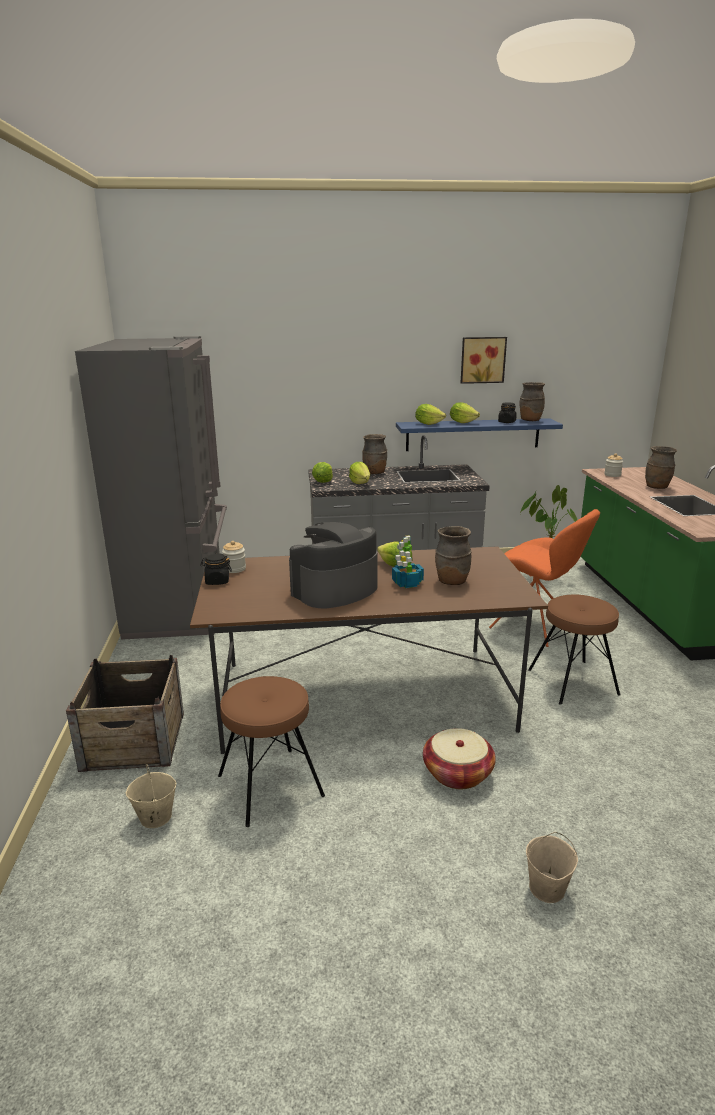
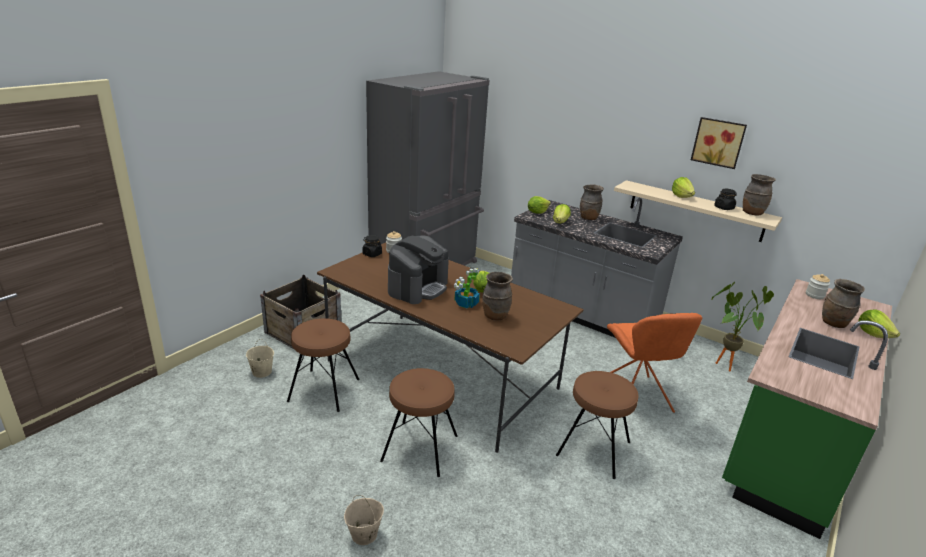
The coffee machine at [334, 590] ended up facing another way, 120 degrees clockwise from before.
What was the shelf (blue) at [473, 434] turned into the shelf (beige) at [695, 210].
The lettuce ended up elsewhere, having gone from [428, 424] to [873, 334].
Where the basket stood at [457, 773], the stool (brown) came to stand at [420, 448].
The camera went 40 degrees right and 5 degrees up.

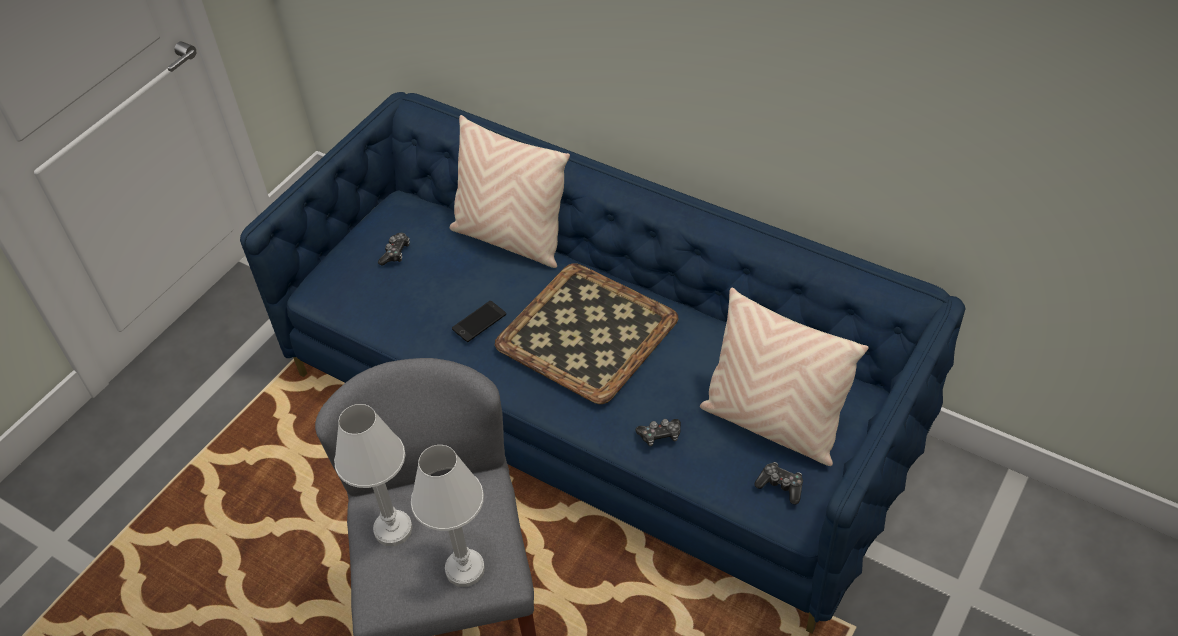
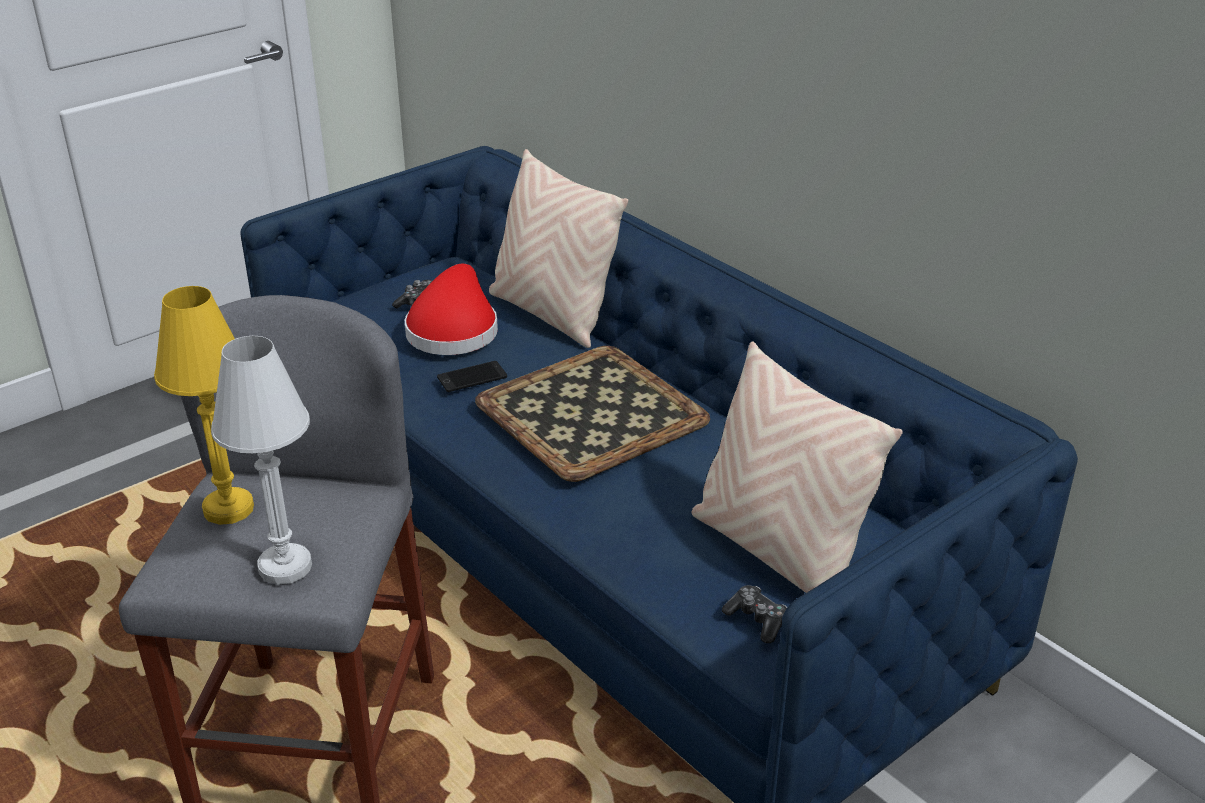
What was the table lamp (white) at [393, 529] turned into the table lamp (yellow) at [228, 508].
The second view lost the game controller at [660, 435].
The second view gained the hat (red) at [453, 329].
The camera went 15 degrees right and 15 degrees down.

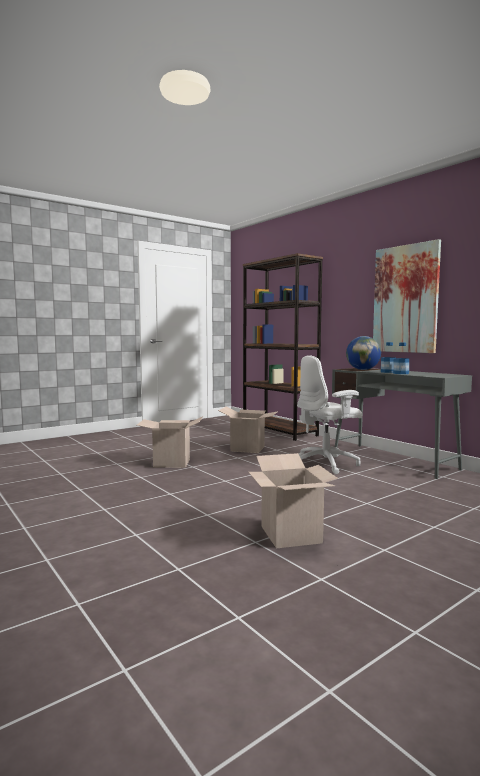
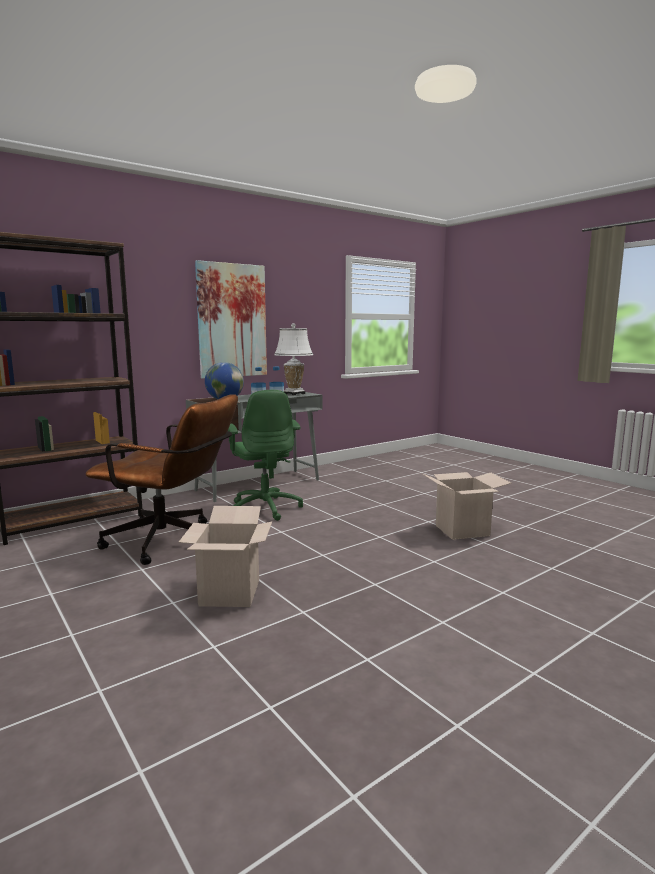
Where the cardboard box stood at [247, 449], the office chair (brown) came to stand at [171, 542].
What was the office chair (white) at [326, 464] turned into the office chair (green) at [265, 508].
The second view gained the table lamp (white) at [294, 394].
The camera went 90 degrees left and 5 degrees up.

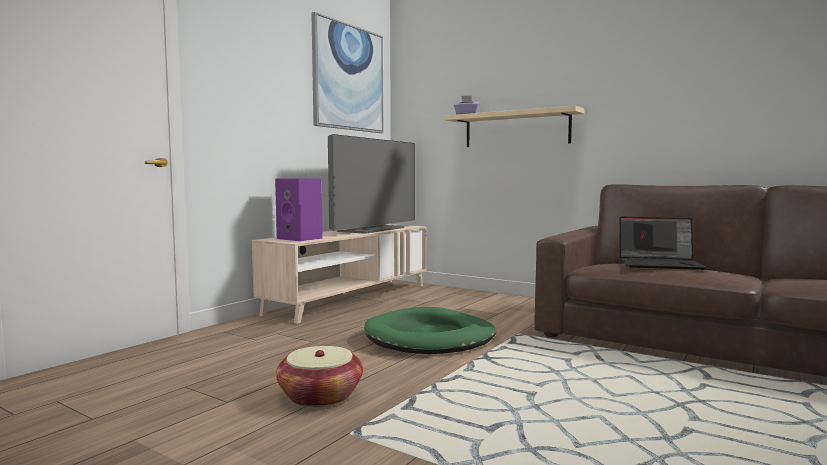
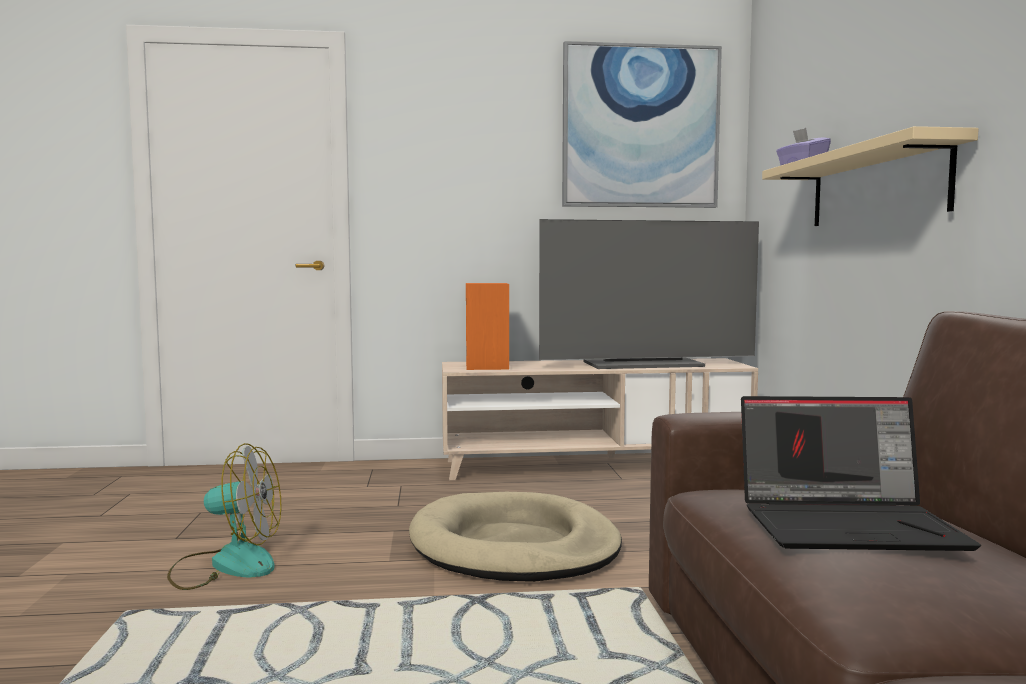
What was the speaker (purple) at [301, 238] turned into the speaker (orange) at [488, 366].
Where the basket stood at [320, 396], the fan came to stand at [227, 564].
What was the dog bed (green) at [430, 337] turned into the dog bed (beige) at [514, 546].
The laptop at [660, 264] ended up facing another way, 60 degrees counterclockwise from before.
The camera went 50 degrees right and 0 degrees up.

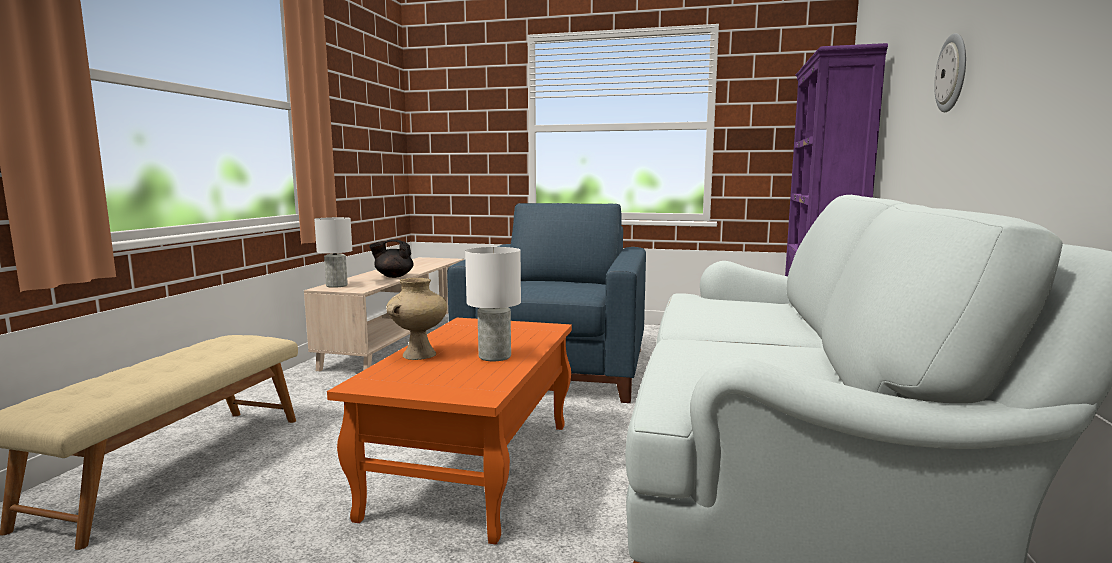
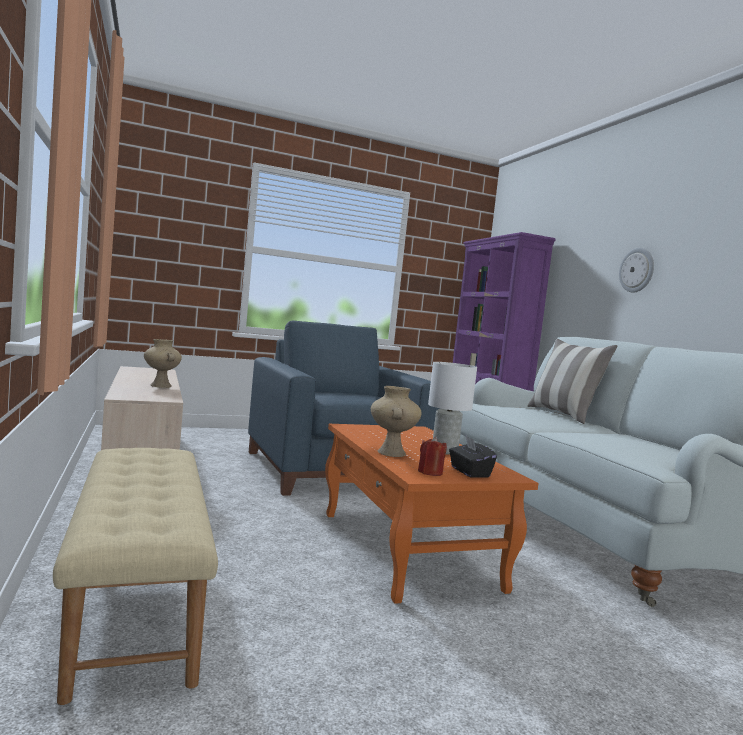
The second view lost the table lamp (white) at [337, 285].
Where the teapot (black) stood at [393, 276], the vase (beige) came to stand at [160, 386].
The second view gained the candle (red) at [430, 472].
The second view gained the tissue box (black) at [469, 472].
The second view gained the pillow at [564, 415].
The camera went 35 degrees left and 5 degrees down.

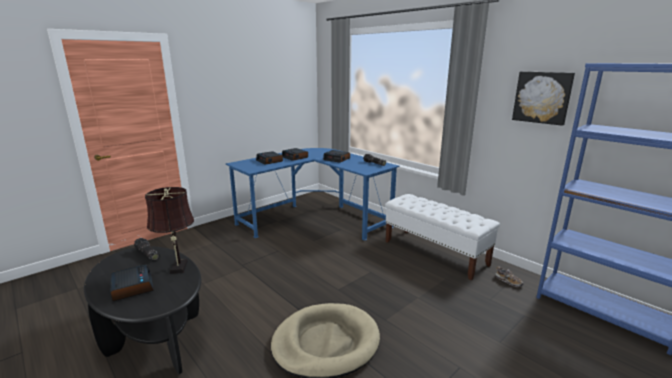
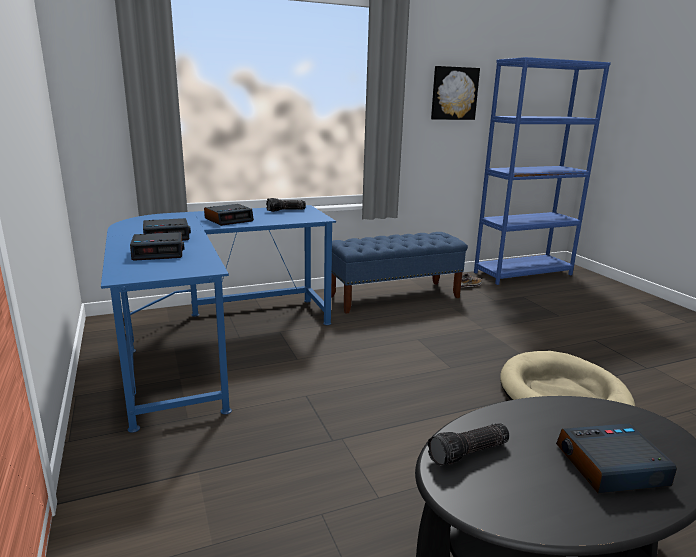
The second view lost the table lamp (brown) at [178, 268].
What was the bench (white) at [435, 253] turned into the bench (blue) at [394, 297].
The camera went 70 degrees left and 0 degrees up.

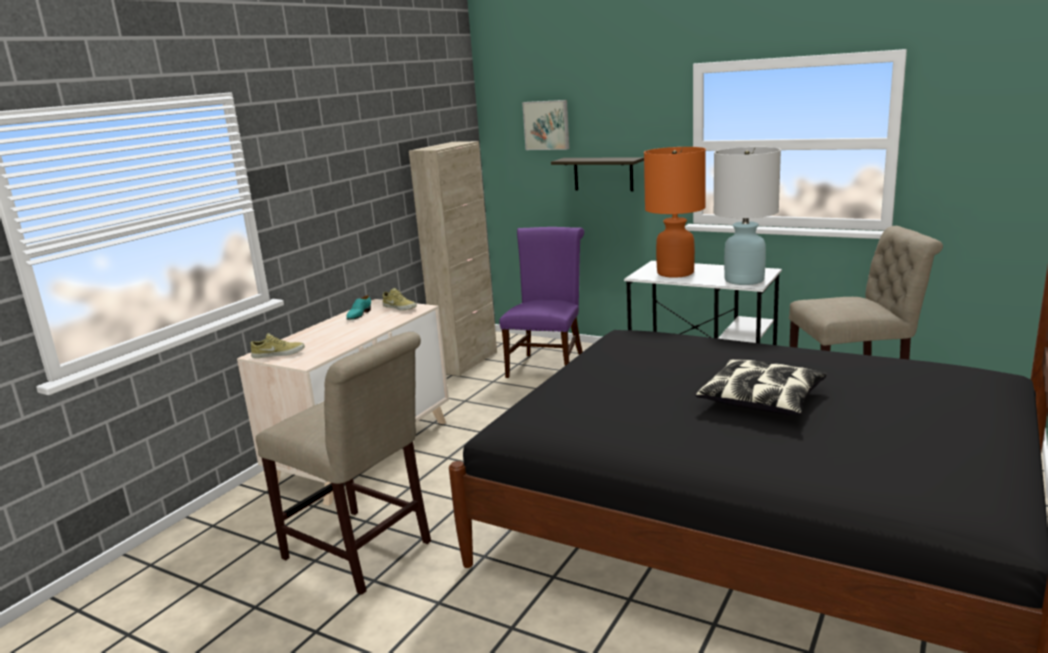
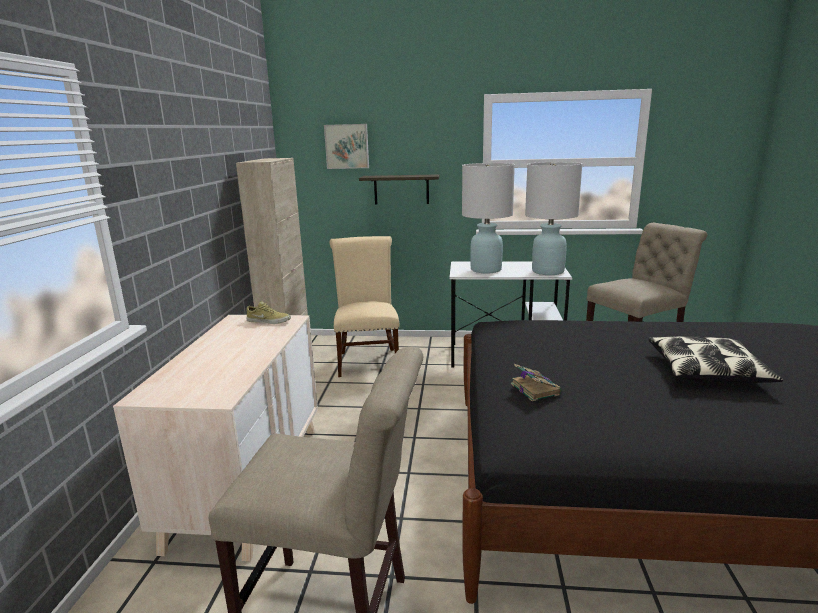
The second view lost the shoe (beige) at [279, 354].
The second view lost the shoe (turquoise) at [359, 315].
What was the chair (purple) at [548, 365] turned into the chair (beige) at [368, 360].
What was the table lamp (orange) at [675, 273] turned into the table lamp (white) at [485, 270].
The second view gained the book at [534, 388].
The camera went 25 degrees left and 0 degrees up.

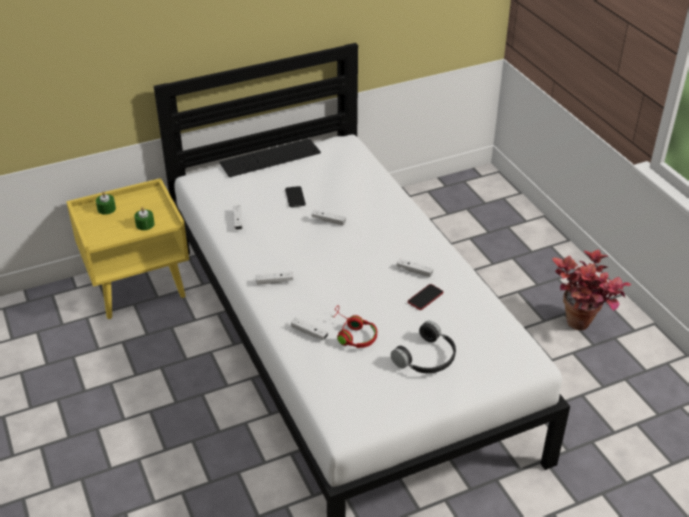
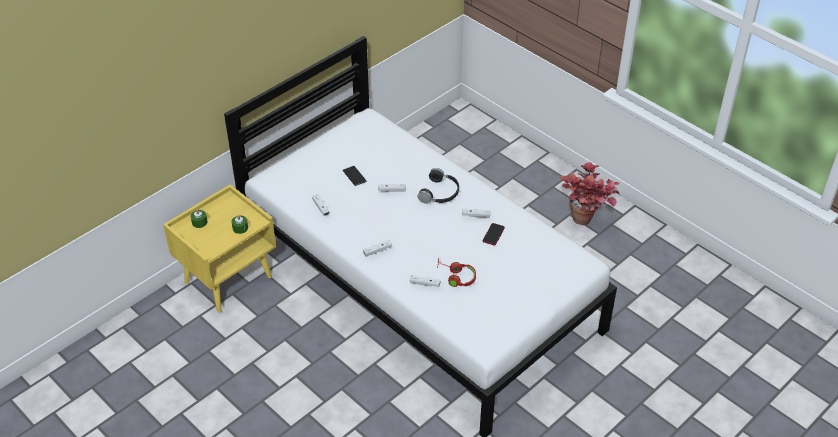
The second view lost the keyboard at [270, 158].
The headphones (black) ended up elsewhere, having gone from [427, 358] to [440, 193].
The camera went 20 degrees left and 5 degrees up.

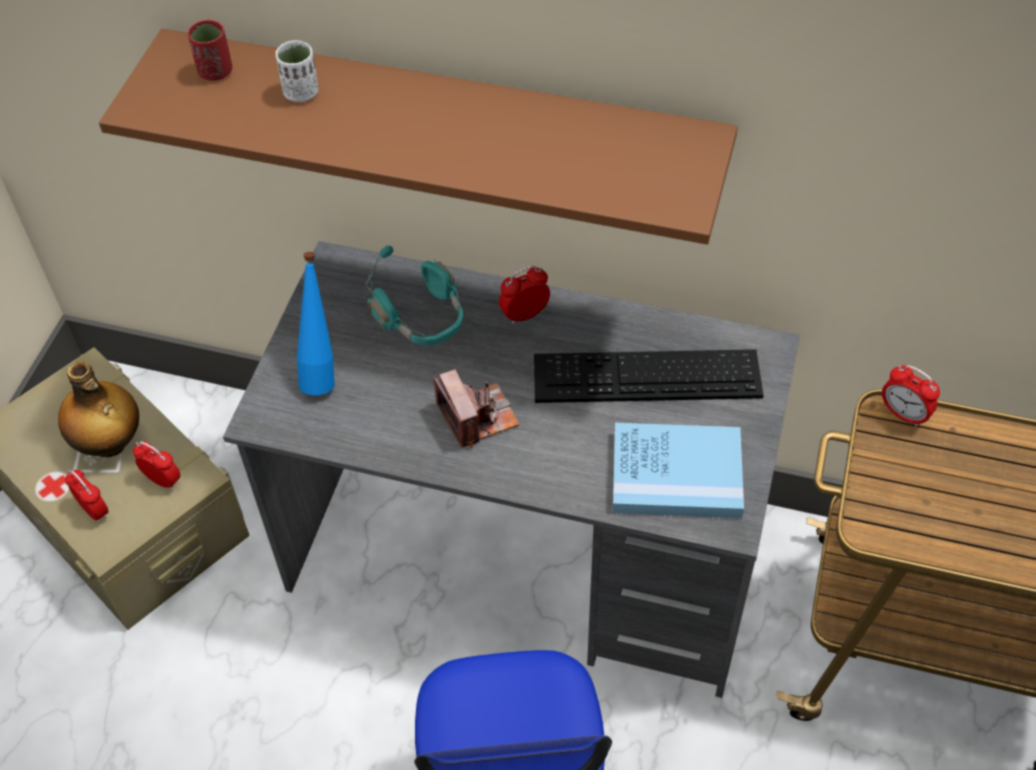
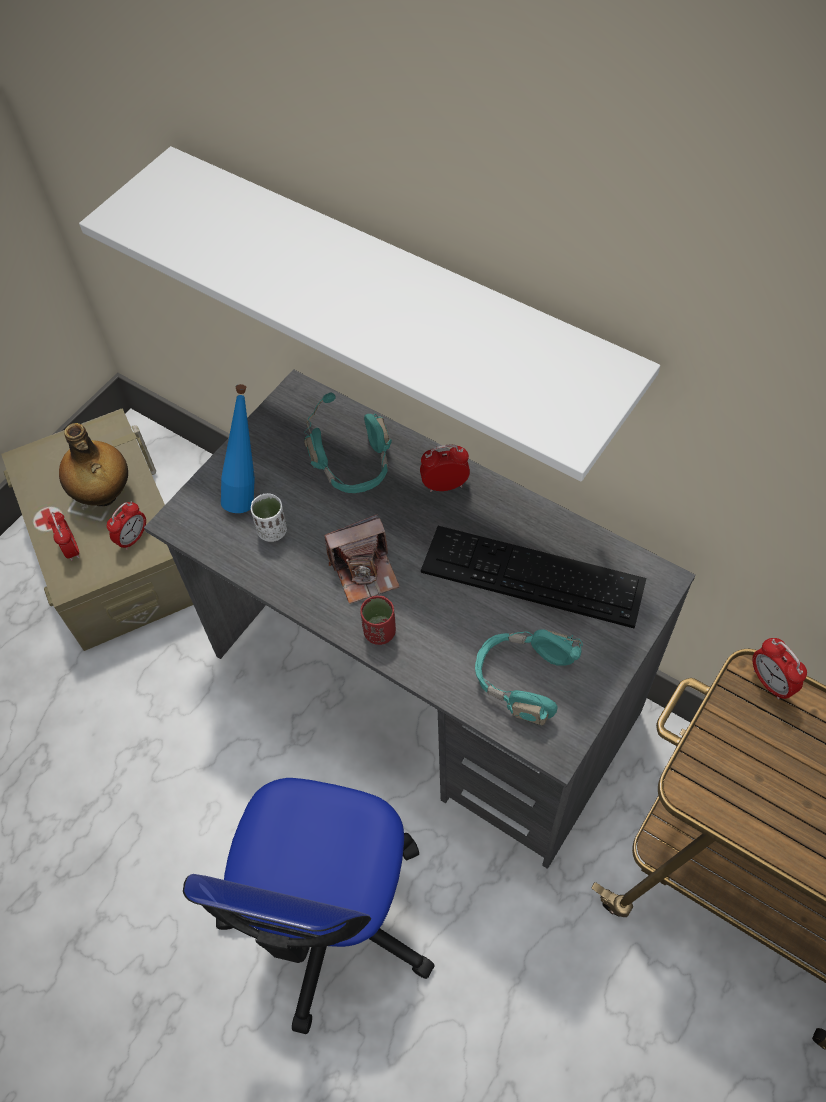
What was the shelf (brown) at [442, 120] turned into the shelf (white) at [396, 289].
The alarm clock at [163, 480] ended up facing another way, 75 degrees clockwise from before.
The cup (red) ended up elsewhere, having gone from [216, 72] to [380, 632].
The cup (white) ended up elsewhere, having gone from [301, 93] to [272, 531].
The photo camera at [477, 416] ended up facing another way, 75 degrees clockwise from before.
Where the book (blue) stood at [676, 474], the headphones (turquoise) came to stand at [523, 679].
The camera went 20 degrees right and 5 degrees up.

